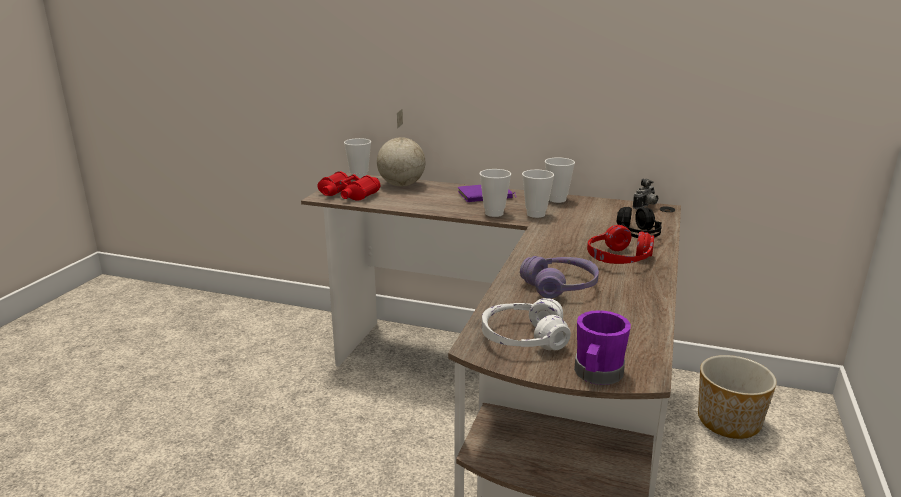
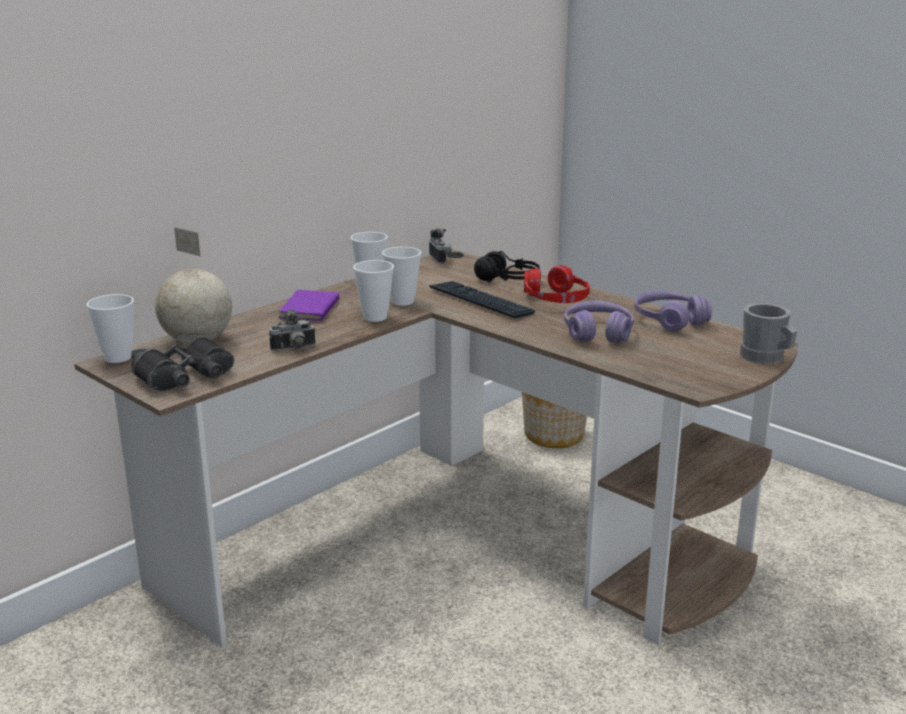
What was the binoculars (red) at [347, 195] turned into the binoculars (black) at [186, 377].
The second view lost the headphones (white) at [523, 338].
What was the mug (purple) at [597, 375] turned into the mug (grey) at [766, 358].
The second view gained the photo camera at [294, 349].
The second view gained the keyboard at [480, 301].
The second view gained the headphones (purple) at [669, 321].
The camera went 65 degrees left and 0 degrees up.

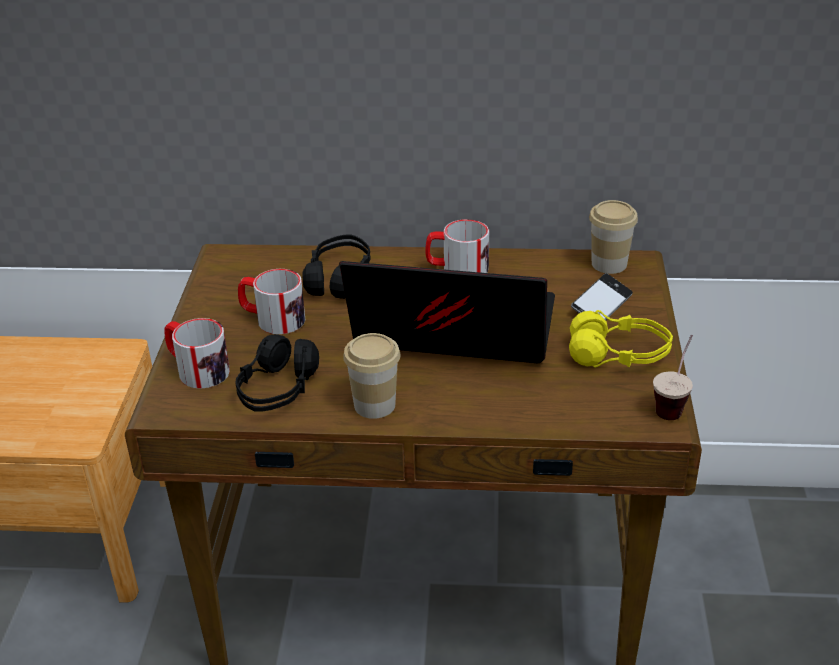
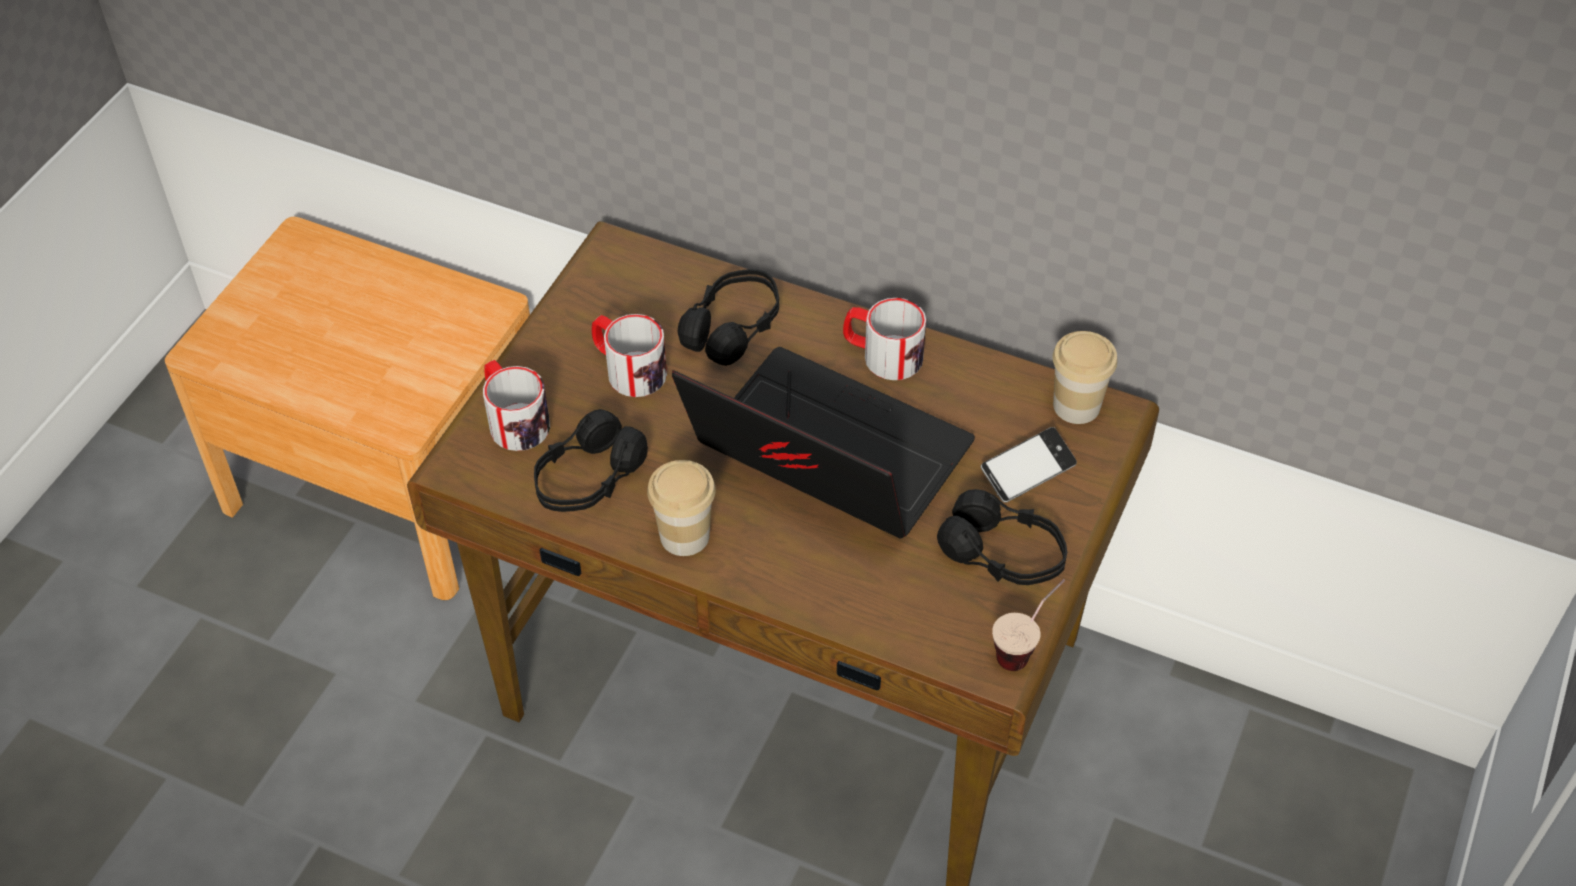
What was the headphones (yellow) at [618, 355] turned into the headphones (black) at [1003, 555].
The camera went 20 degrees right and 15 degrees up.

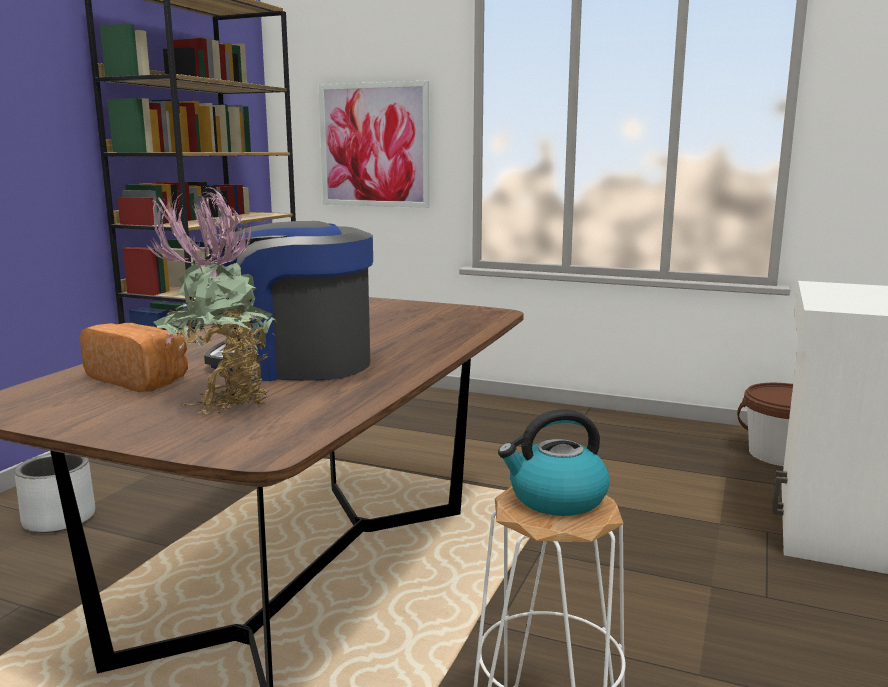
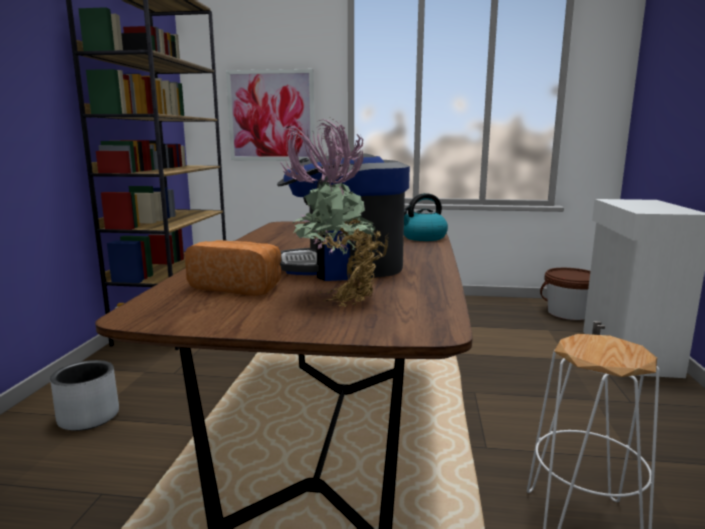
The kettle ended up elsewhere, having gone from [556, 499] to [423, 237].
The camera went 15 degrees left and 0 degrees up.

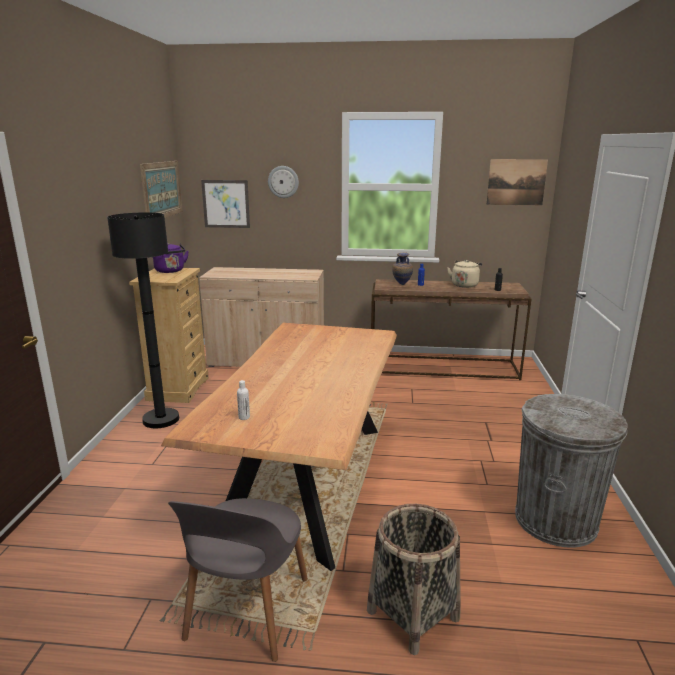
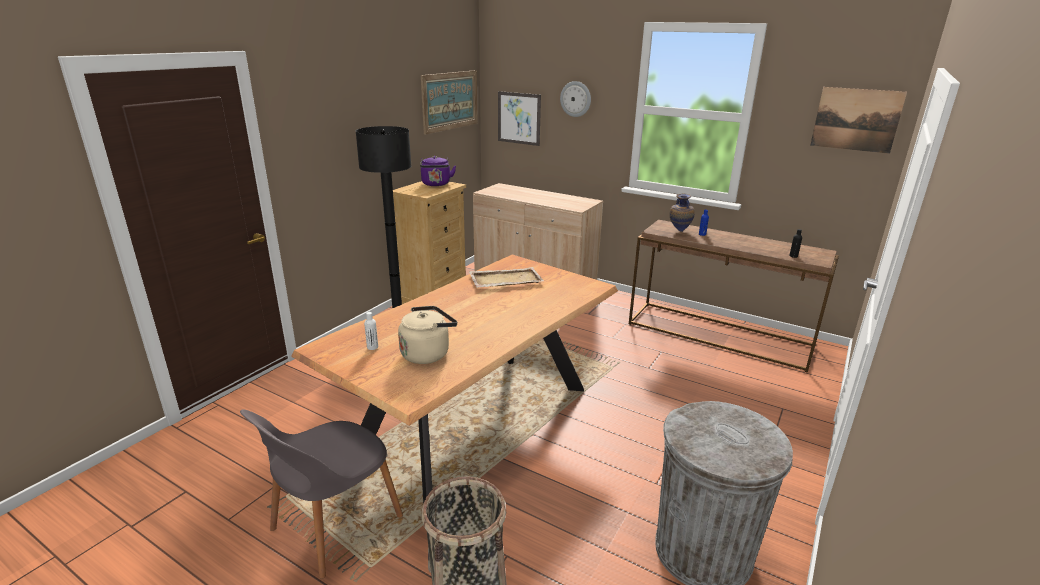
The kettle (beige) ended up elsewhere, having gone from [464, 285] to [427, 353].
The second view gained the tray (beige) at [505, 280].
The camera went 25 degrees right and 5 degrees up.

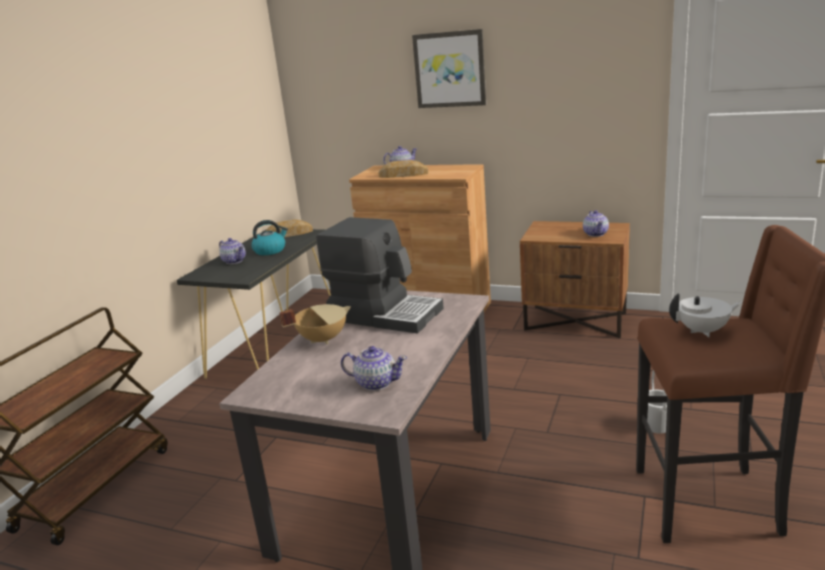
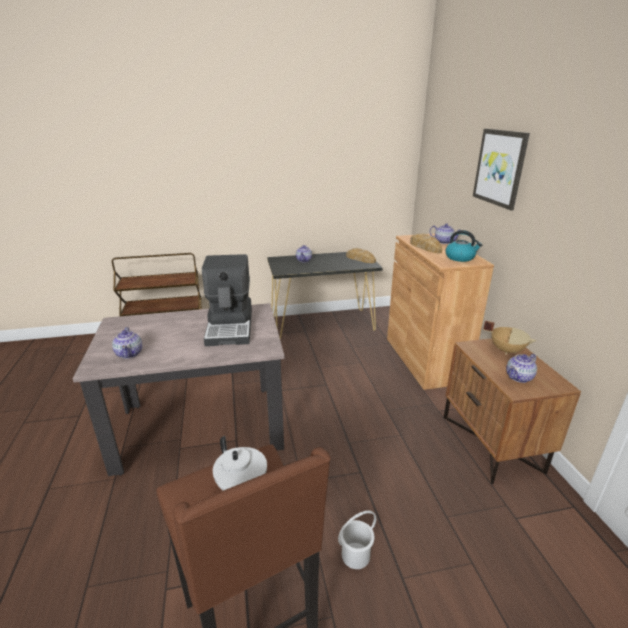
The kettle ended up elsewhere, having gone from [270, 250] to [460, 258].
The cooking pot (beige) ended up elsewhere, having gone from [322, 339] to [506, 350].
The camera went 55 degrees right and 5 degrees up.

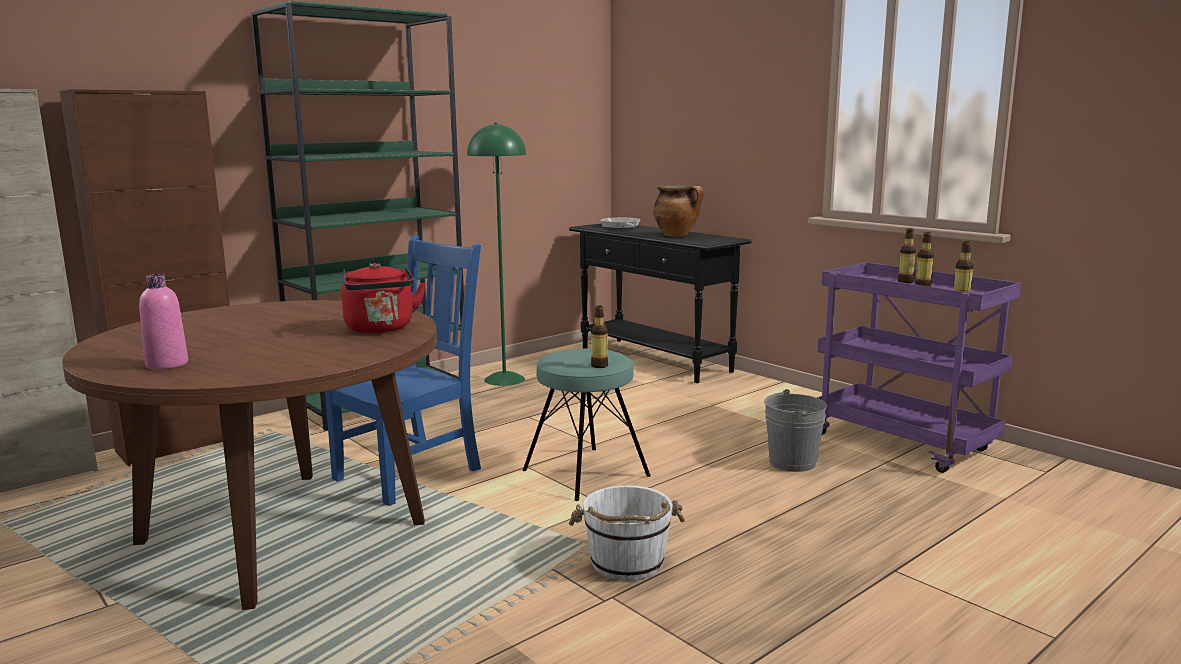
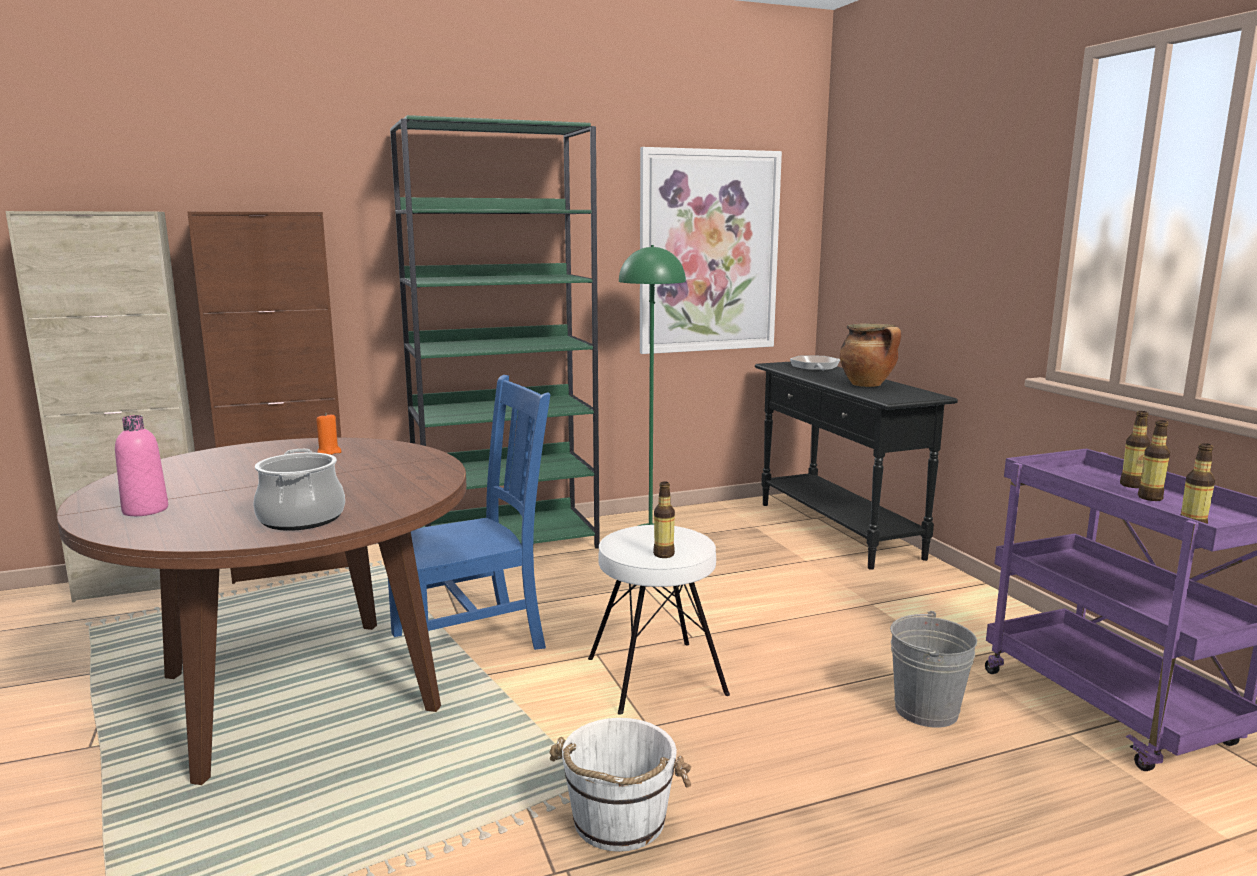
The second view lost the kettle (red) at [381, 329].
What was the stool (turquoise) at [586, 473] turned into the stool (white) at [656, 676].
The second view gained the cooking pot at [302, 519].
The second view gained the candle (orange) at [329, 452].
The second view gained the picture at [708, 252].
The camera went 20 degrees right and 0 degrees up.

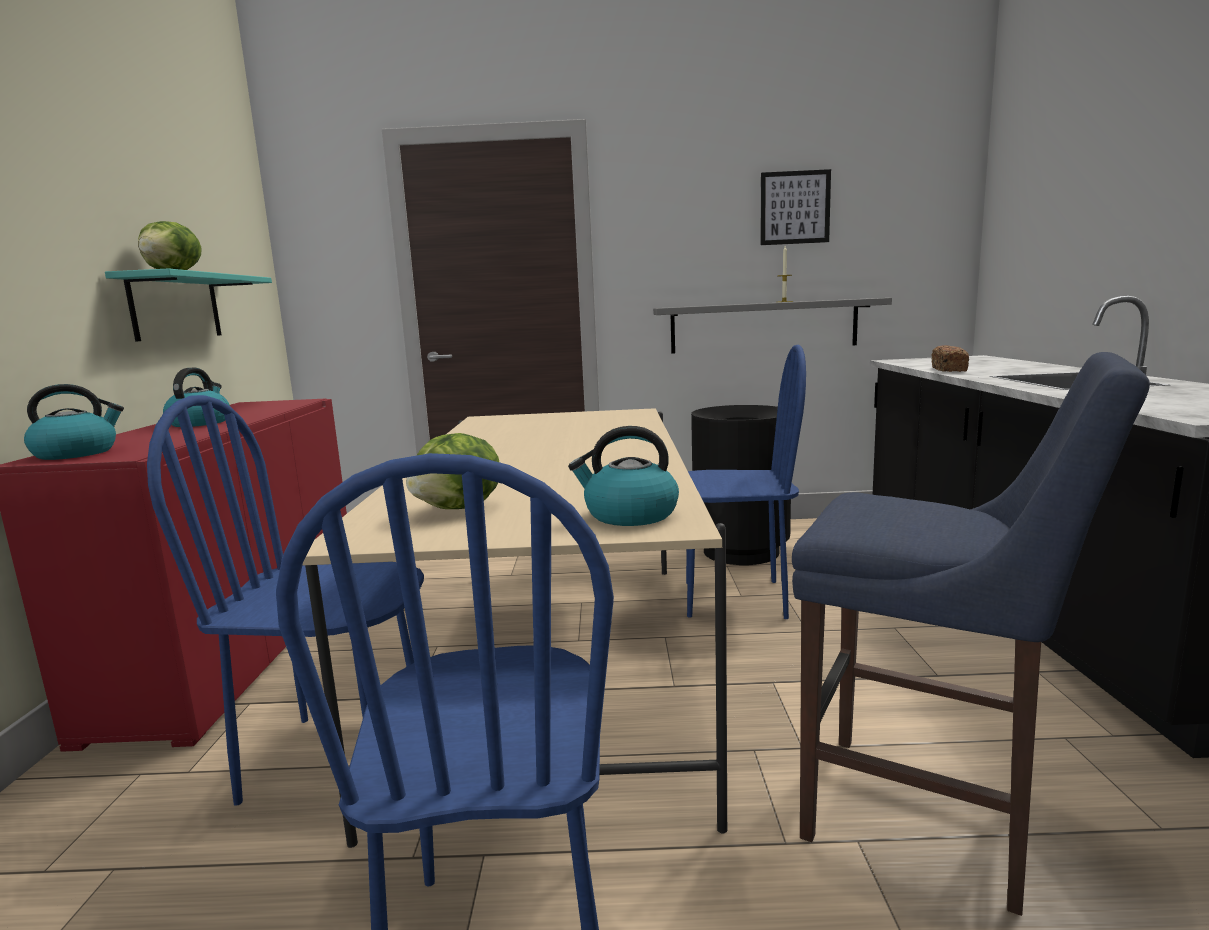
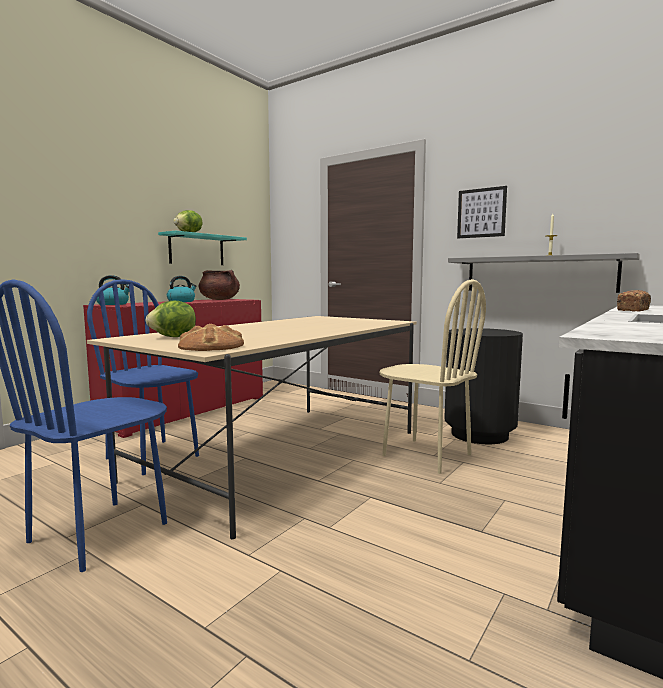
Where the kettle stood at [629, 515], the bread came to stand at [210, 347].
What was the chair (blue) at [734, 599] turned into the chair (beige) at [426, 455].
The picture ended up elsewhere, having gone from [794, 208] to [481, 213].
The second view lost the stool (blue) at [930, 819].
The second view gained the cooking pot (brown) at [220, 299].
The camera went 35 degrees right and 5 degrees down.

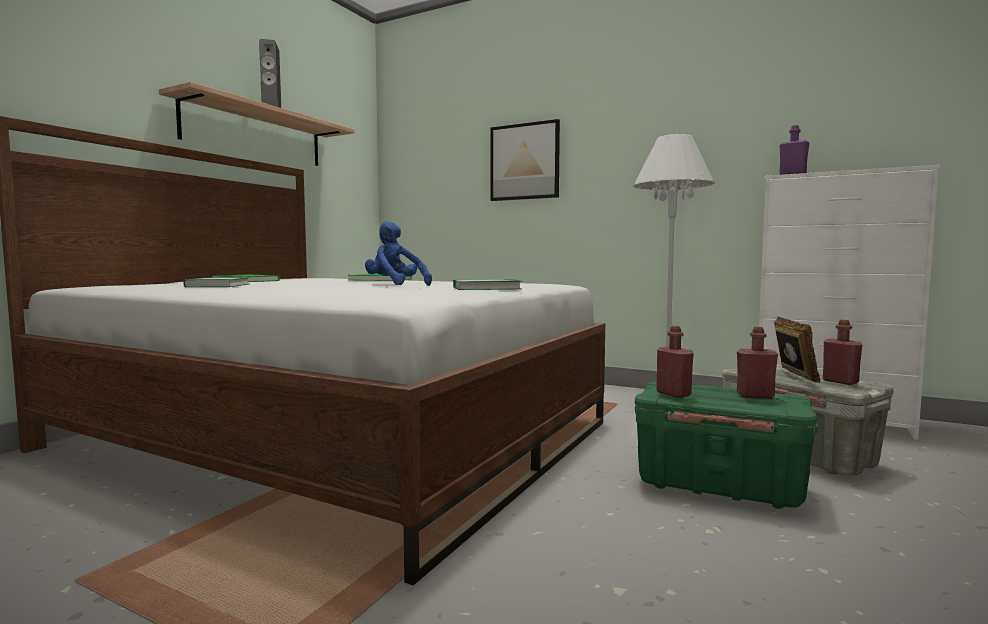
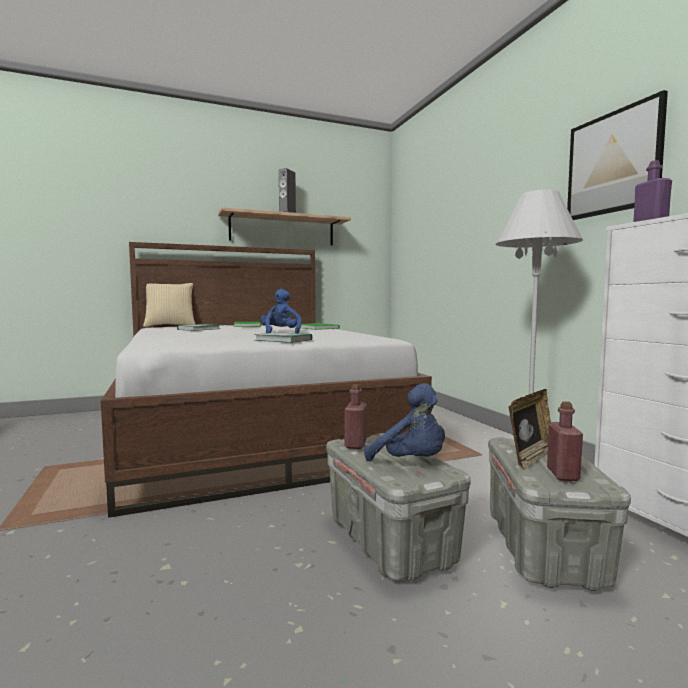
The picture ended up elsewhere, having gone from [524, 162] to [613, 163].
What was the storage box (green) at [719, 486] turned into the storage box (grey) at [391, 541].
Where the bottle (red) stood at [755, 396], the plush toy (blue) came to stand at [411, 463].
The second view gained the pillow at [170, 326].
The camera went 40 degrees right and 0 degrees up.

